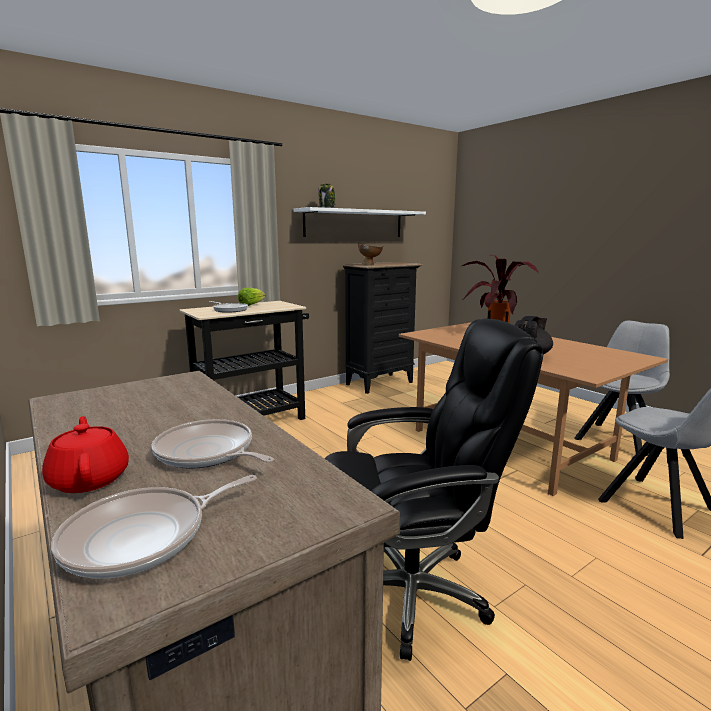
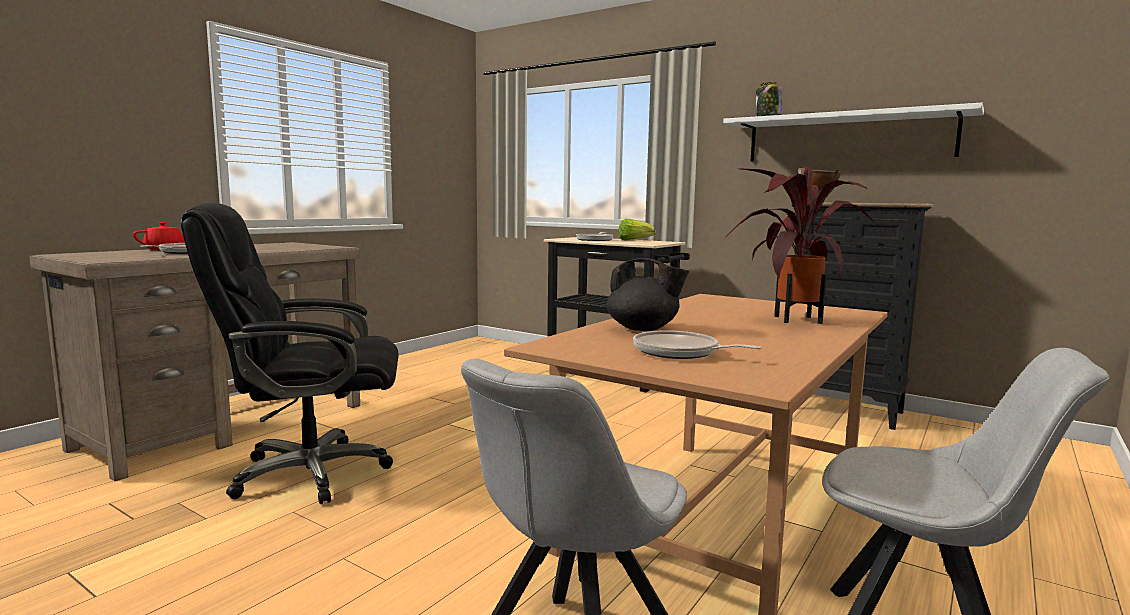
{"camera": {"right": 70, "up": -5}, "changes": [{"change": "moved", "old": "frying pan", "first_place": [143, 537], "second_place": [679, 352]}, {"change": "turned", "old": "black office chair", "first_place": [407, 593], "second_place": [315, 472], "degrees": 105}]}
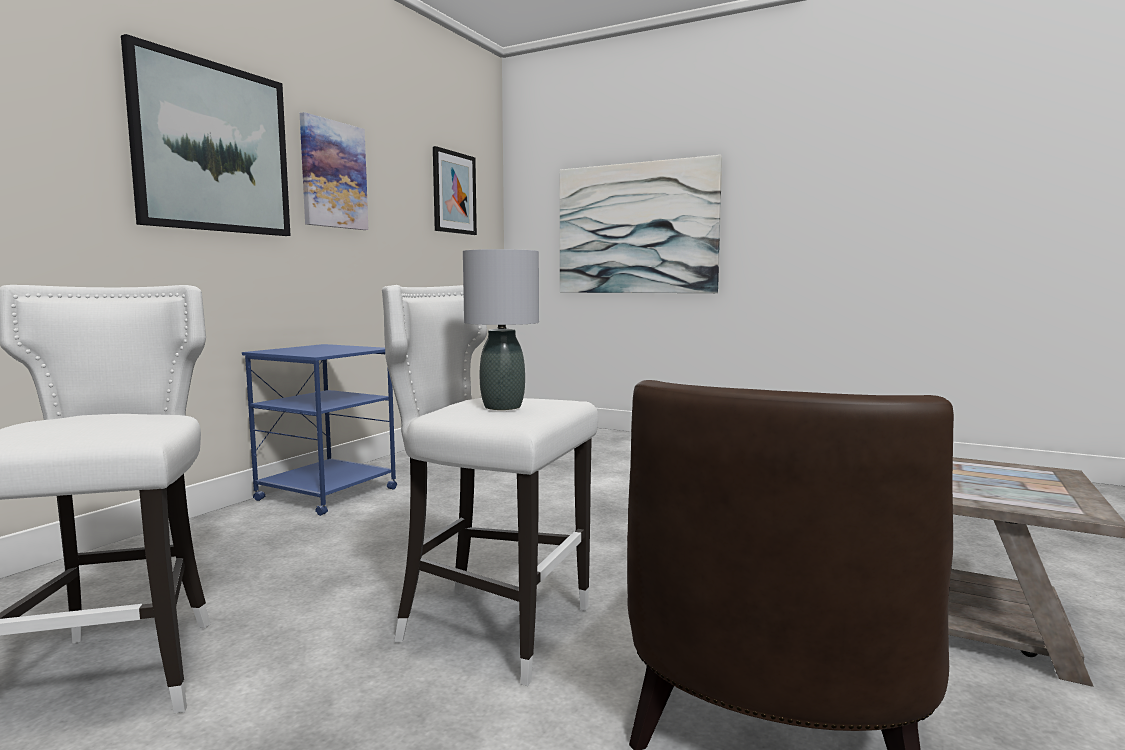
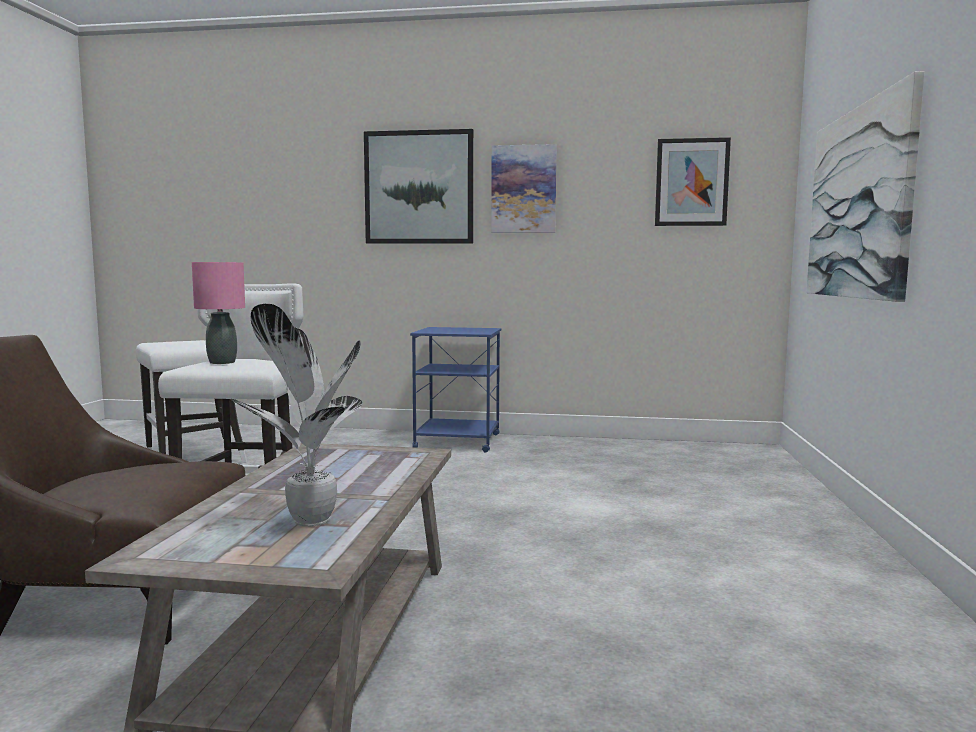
{"camera": {"right": 70, "up": 0}, "changes": [{"change": "added", "new": "potted plant", "second_place": [309, 522]}, {"change": "recoloured", "old": "grey table lamp", "new": "pink table lamp", "first_place": [502, 407], "second_place": [221, 362]}]}
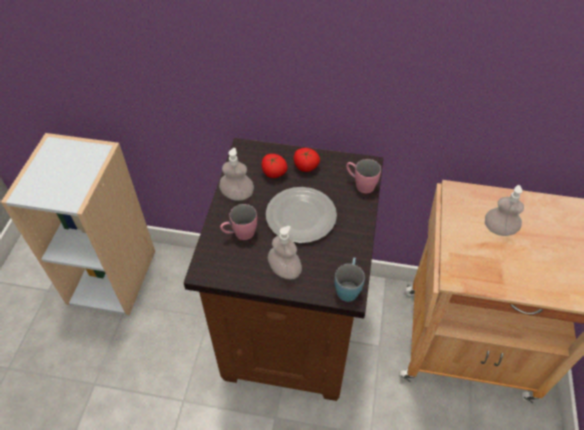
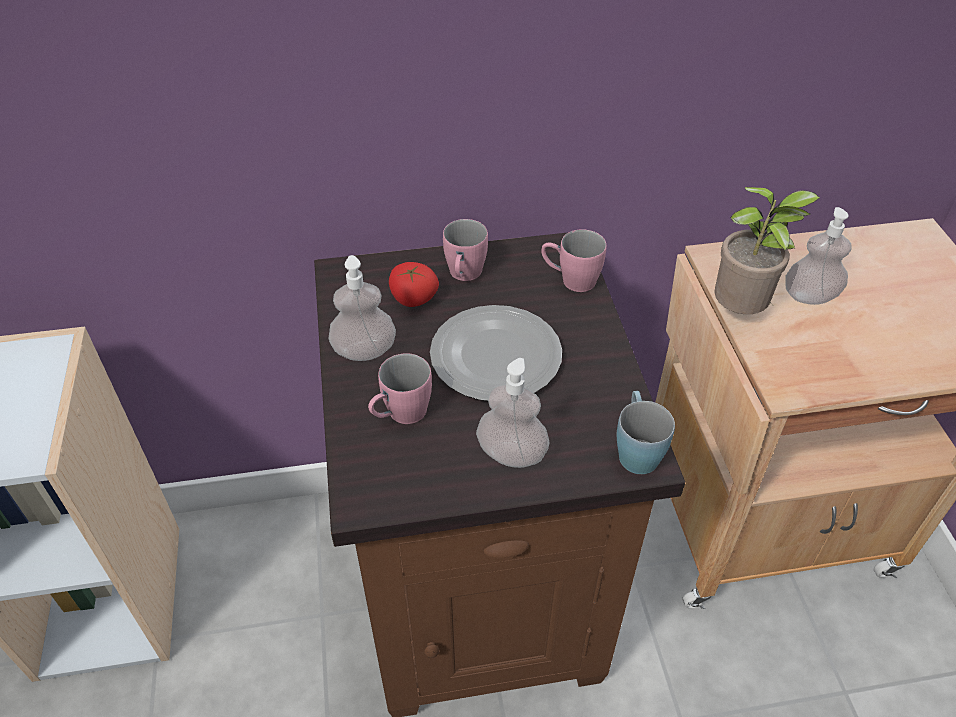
{"camera": {"right": -20, "up": -5}, "changes": [{"change": "added", "new": "potted plant", "second_place": [741, 313]}, {"change": "replaced", "old": "tomato", "new": "pink mug", "first_place": [305, 167], "second_place": [464, 276]}]}
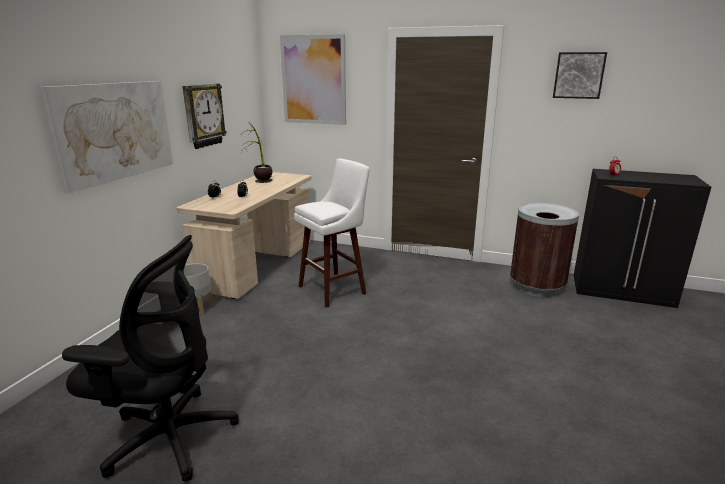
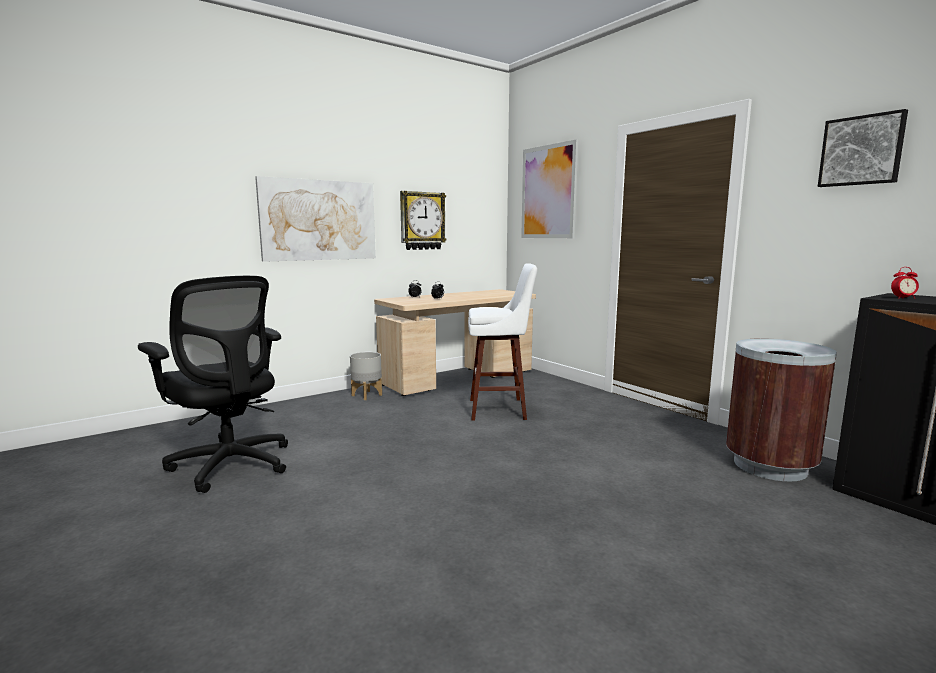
{"camera": {"right": 35, "up": -10}, "changes": [{"change": "removed", "old": "potted plant", "first_place": [260, 183]}]}
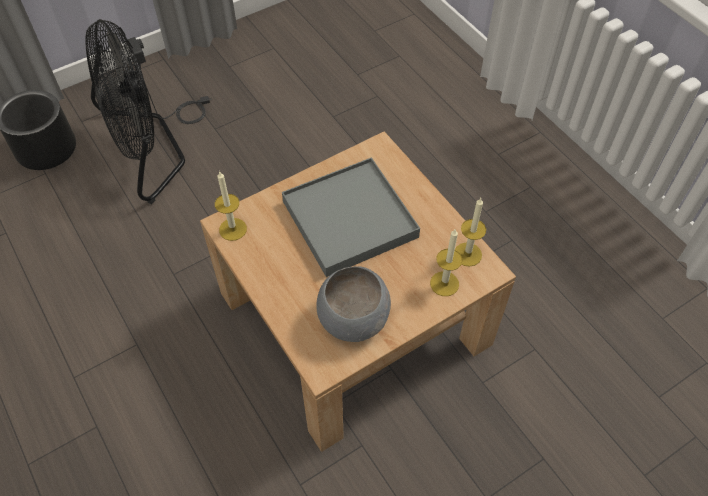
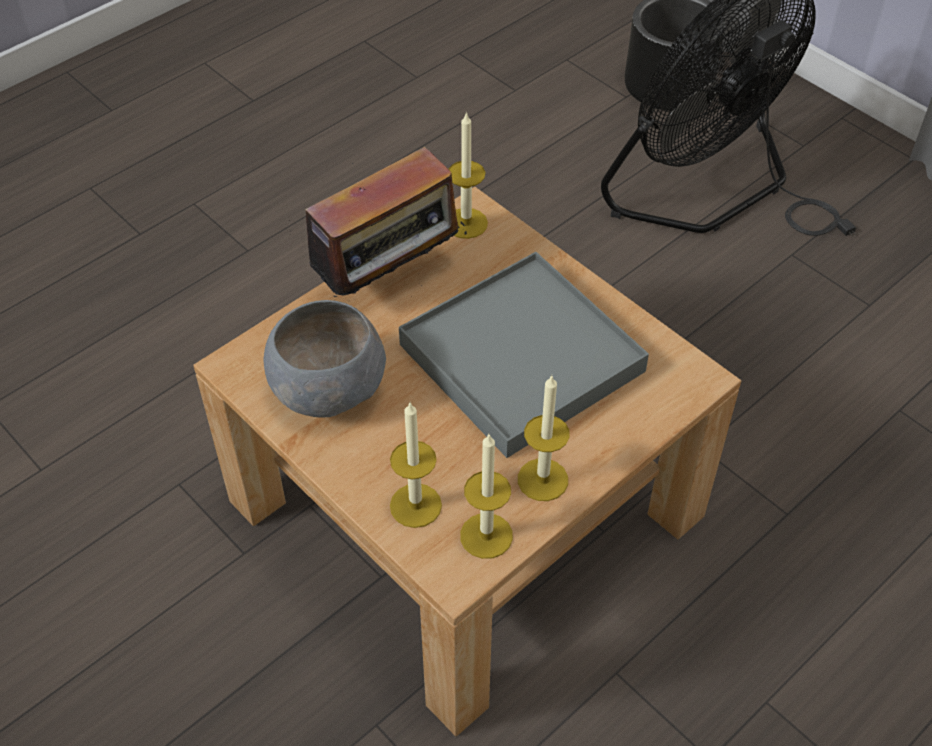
{"camera": {"right": 80, "up": -5}, "changes": [{"change": "added", "new": "radio", "second_place": [390, 280]}, {"change": "added", "new": "candle", "second_place": [542, 479]}]}
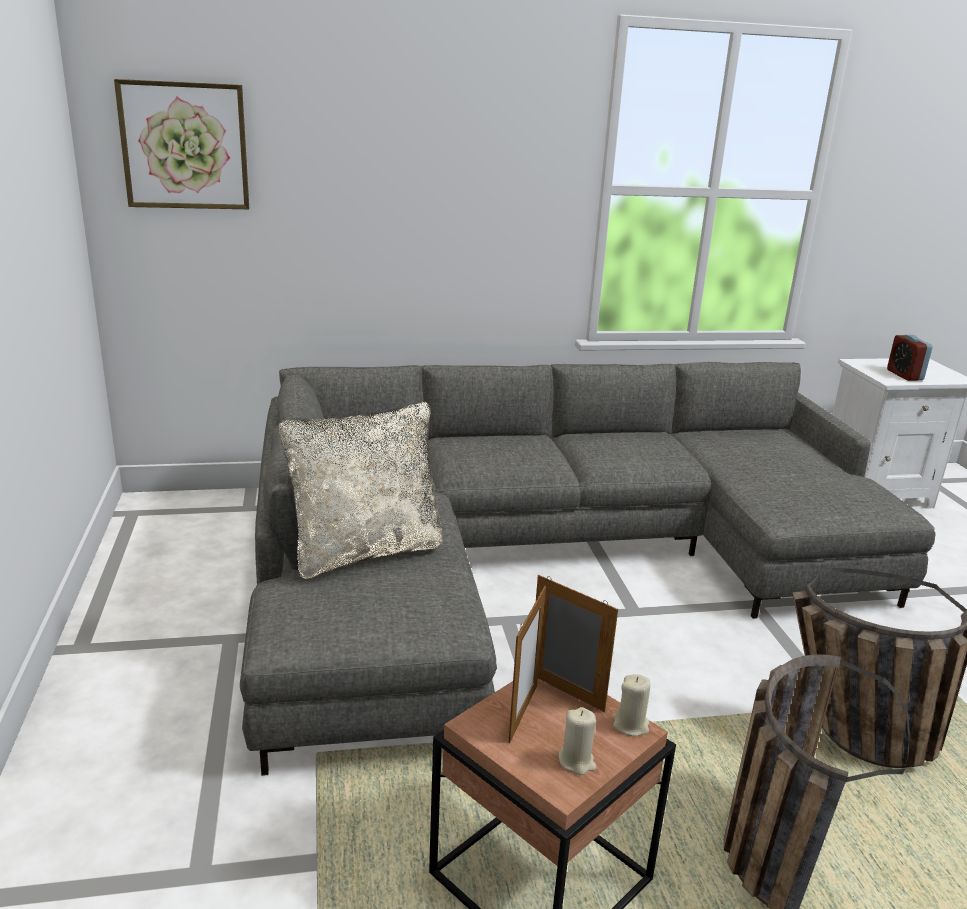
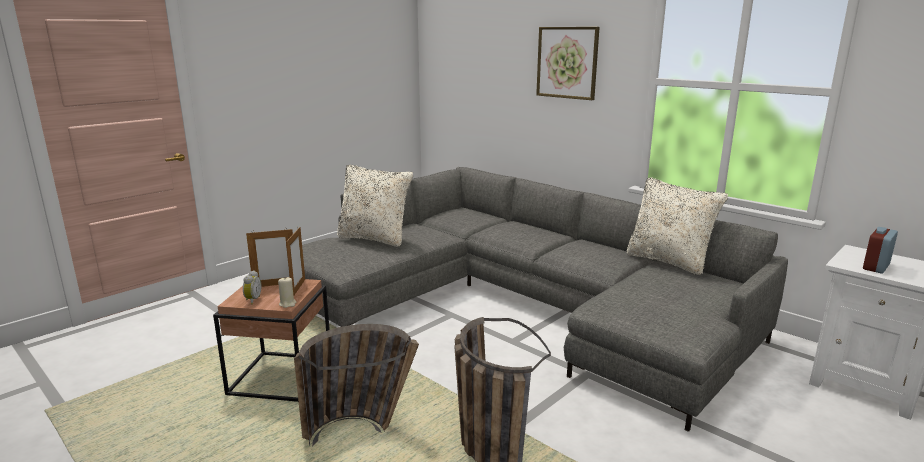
{"camera": {"right": 55, "up": -5}, "changes": [{"change": "added", "new": "beige pillow", "second_place": [668, 263]}, {"change": "moved", "old": "picture", "first_place": [185, 146], "second_place": [567, 62]}, {"change": "replaced", "old": "beige candle", "new": "alarm clock", "first_place": [577, 761], "second_place": [252, 300]}]}
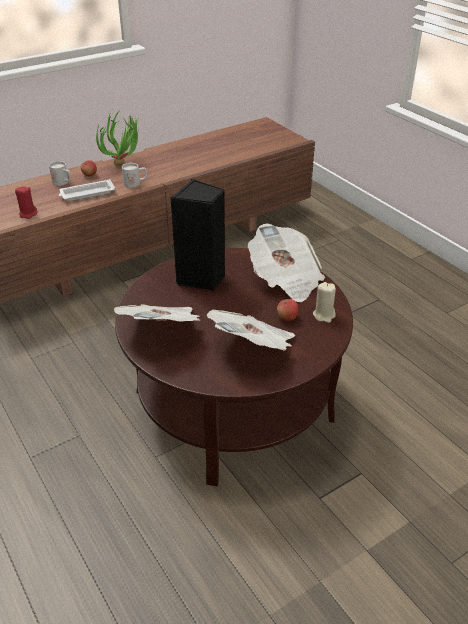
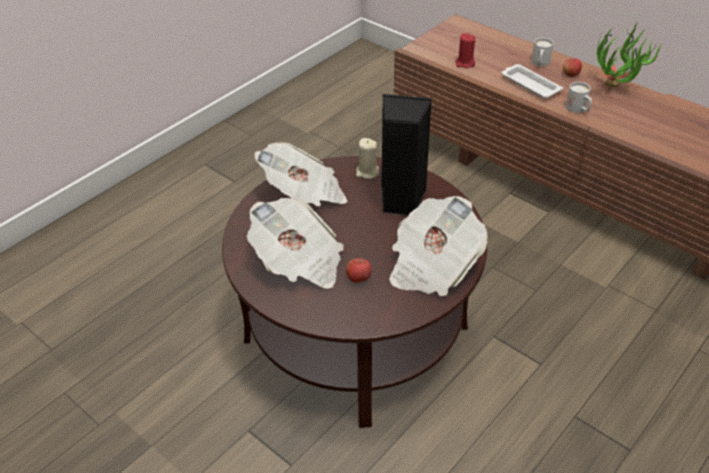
{"camera": {"right": 75, "up": 5}, "changes": [{"change": "moved", "old": "beige candle", "first_place": [324, 315], "second_place": [367, 172]}]}
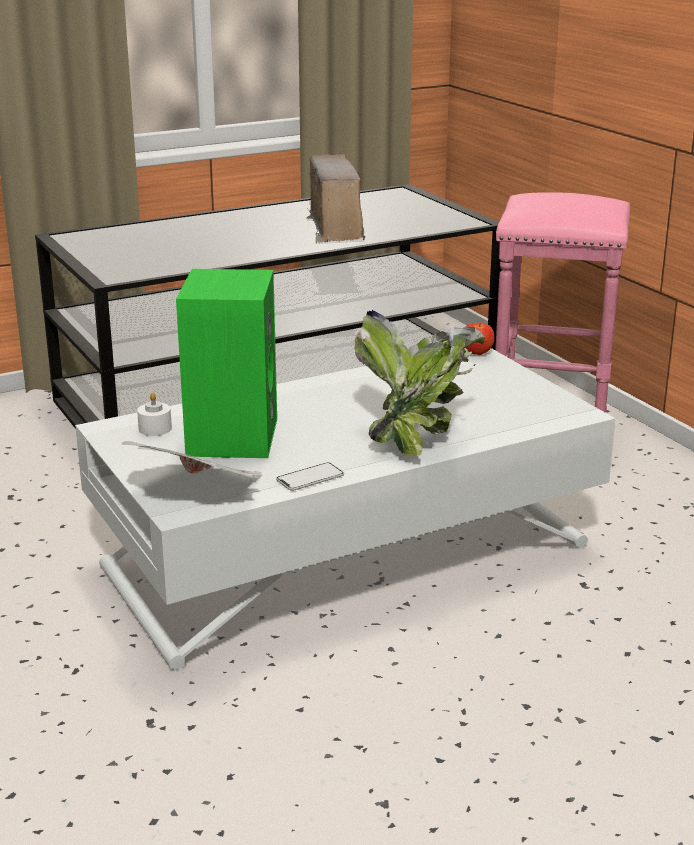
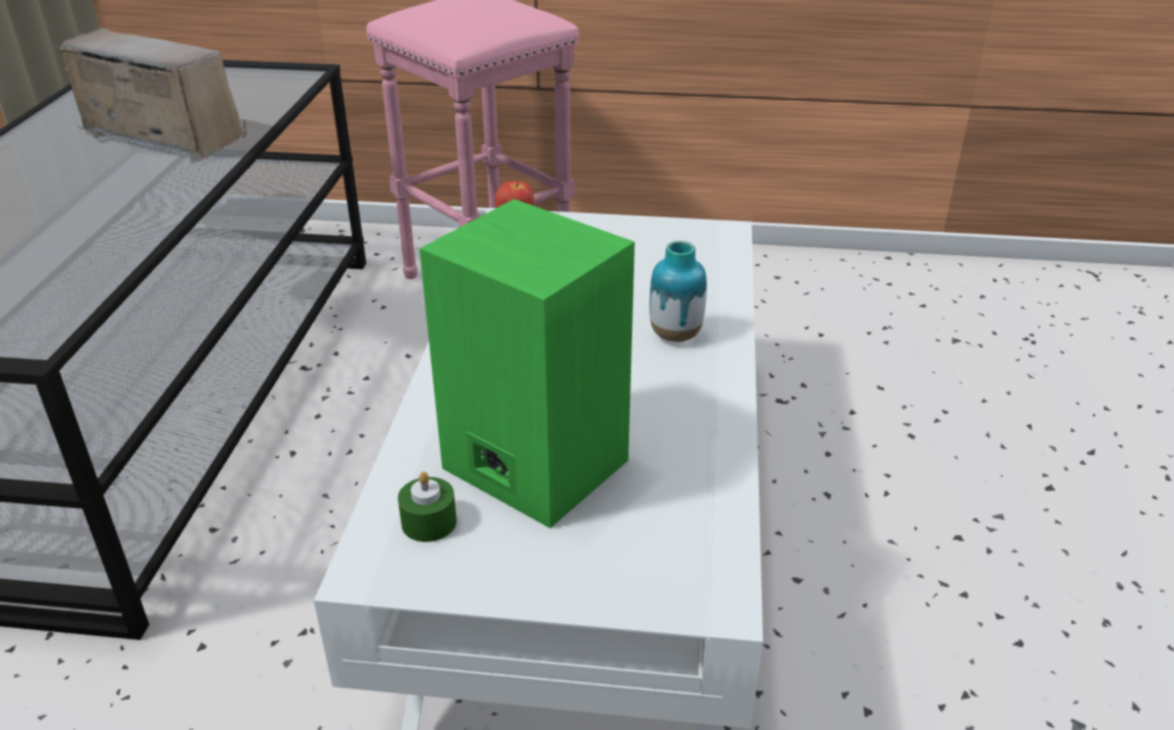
{"camera": {"right": -55, "up": 10}, "changes": [{"change": "removed", "old": "newspaper", "first_place": [200, 494]}, {"change": "removed", "old": "phone", "first_place": [310, 478]}, {"change": "replaced", "old": "potted plant", "new": "vase", "first_place": [416, 435], "second_place": [675, 335]}, {"change": "recoloured", "old": "white candle", "new": "green candle", "first_place": [155, 428], "second_place": [429, 522]}]}
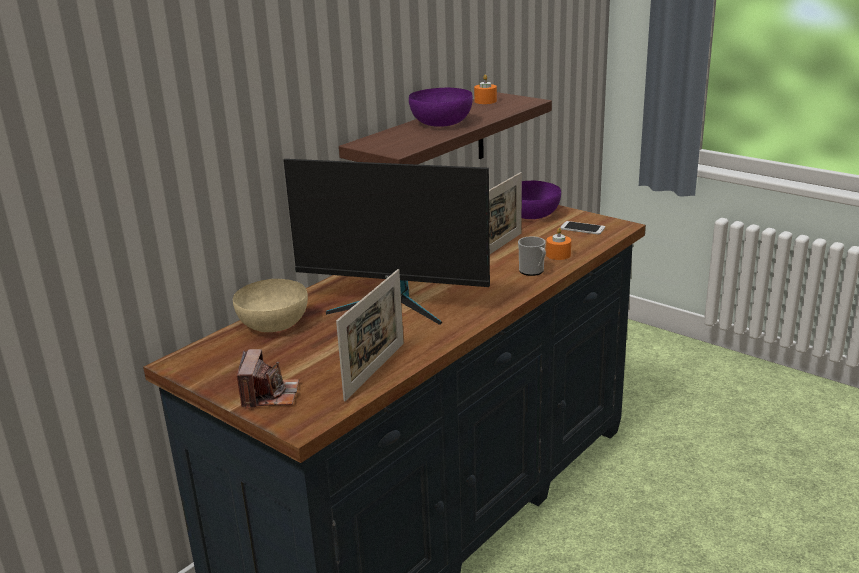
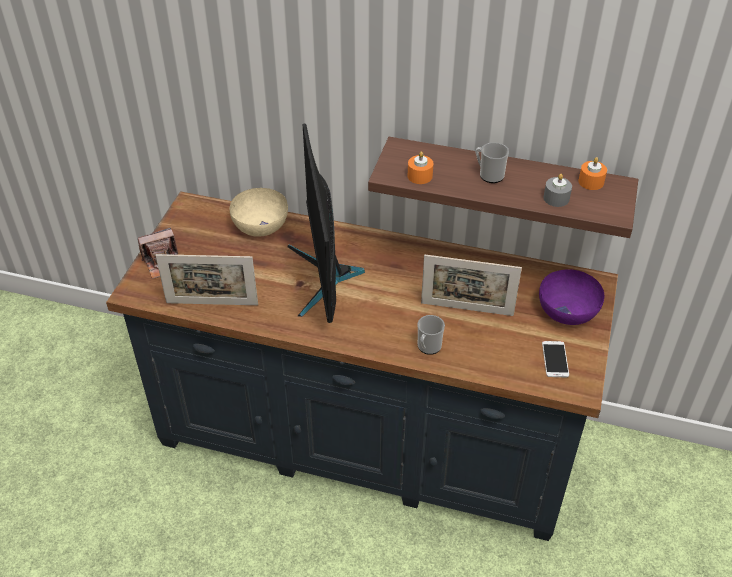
{"camera": {"right": 65, "up": 20}, "changes": [{"change": "added", "new": "grey candle", "second_place": [556, 198]}, {"change": "moved", "old": "orange candle", "first_place": [558, 254], "second_place": [420, 176]}, {"change": "replaced", "old": "purple bowl", "new": "mug", "first_place": [441, 123], "second_place": [489, 175]}]}
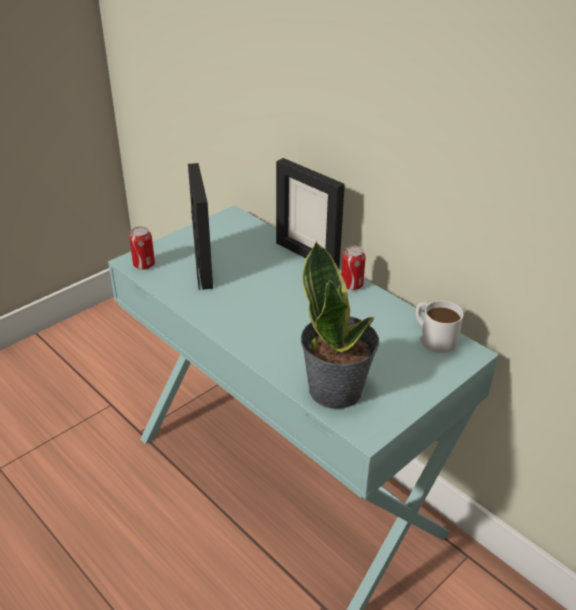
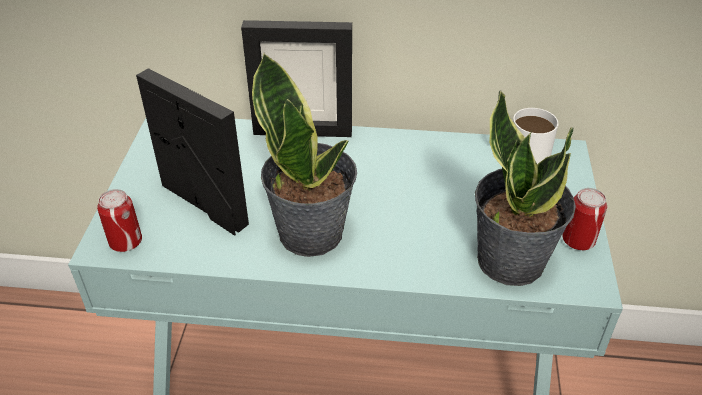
{"camera": {"right": -40, "up": 5}, "changes": [{"change": "added", "new": "potted plant", "second_place": [312, 232]}, {"change": "moved", "old": "can", "first_place": [351, 285], "second_place": [578, 241]}]}
